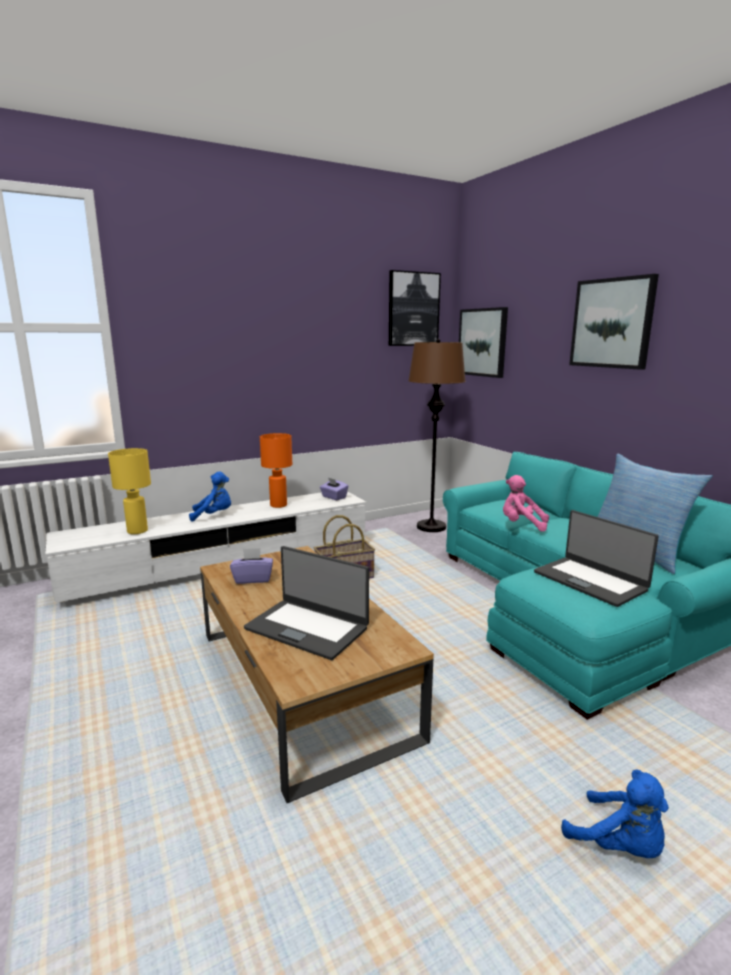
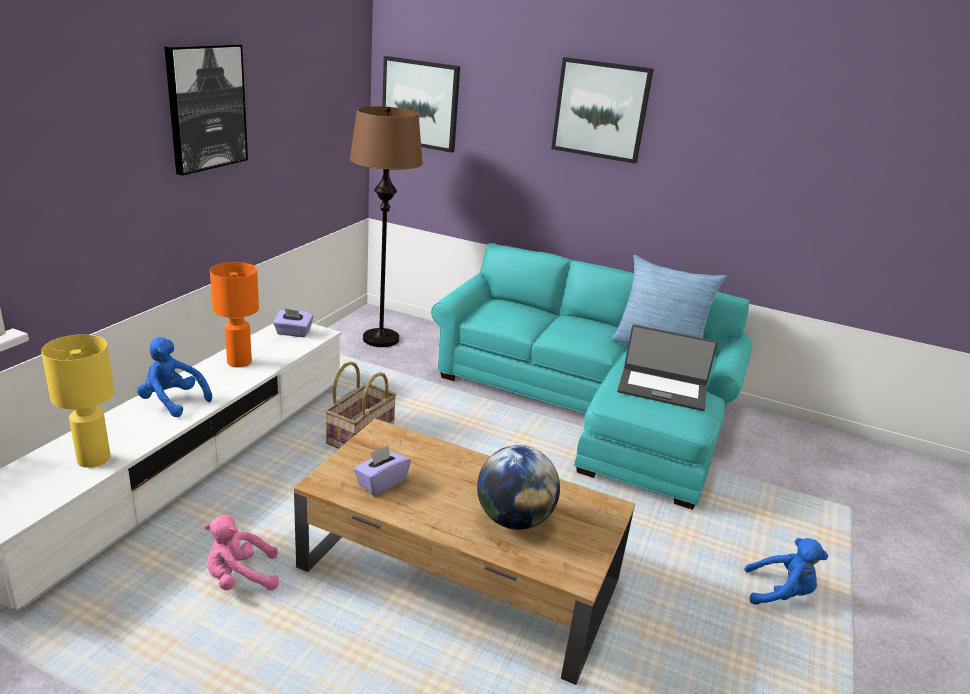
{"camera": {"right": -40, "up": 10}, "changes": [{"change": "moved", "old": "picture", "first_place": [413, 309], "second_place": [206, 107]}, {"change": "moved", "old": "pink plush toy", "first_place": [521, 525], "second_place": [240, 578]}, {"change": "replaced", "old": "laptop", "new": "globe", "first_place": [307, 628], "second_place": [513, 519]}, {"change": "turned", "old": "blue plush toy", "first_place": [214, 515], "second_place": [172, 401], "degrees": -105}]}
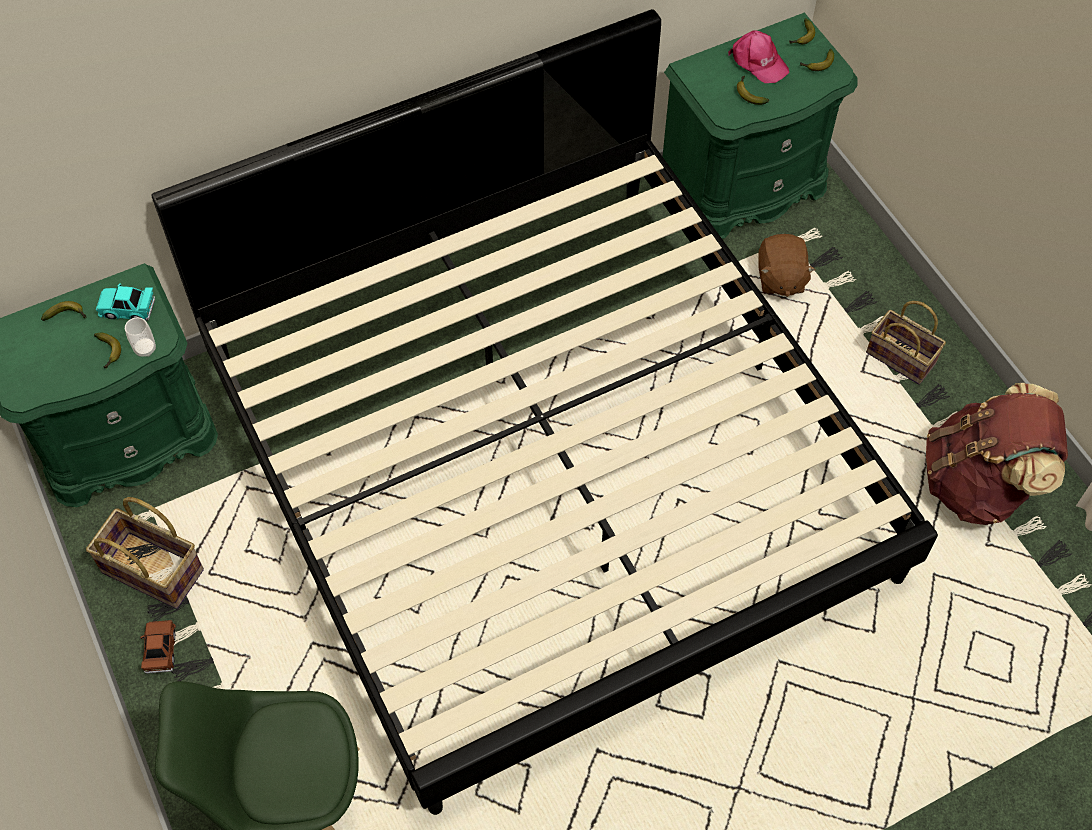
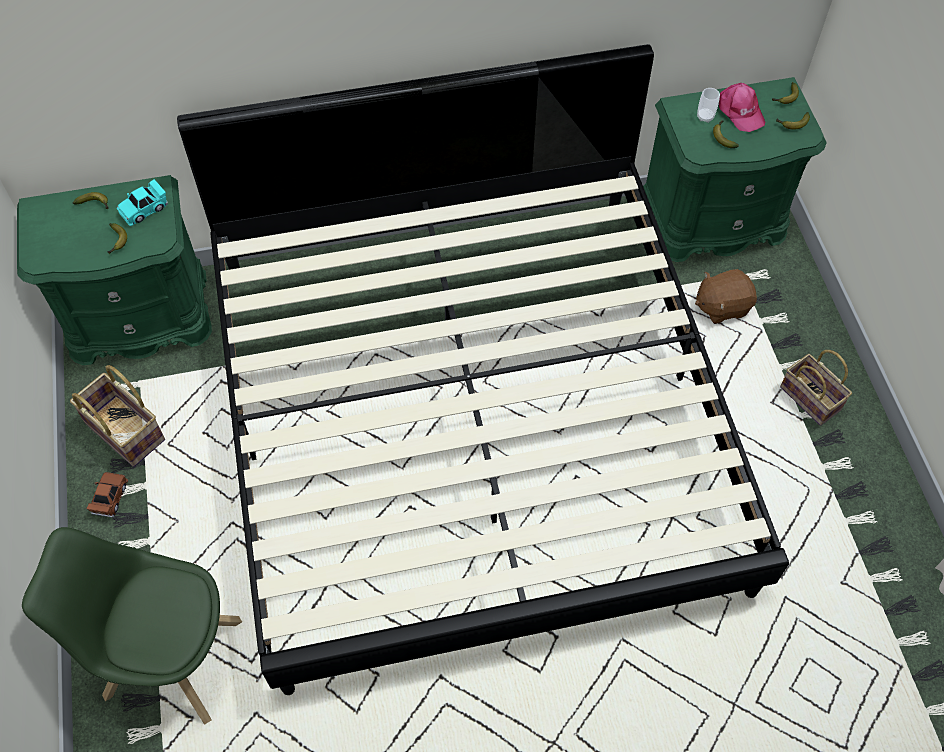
{"camera": {"right": 15, "up": 0}, "changes": [{"change": "removed", "old": "brown backpack", "first_place": [978, 483]}, {"change": "moved", "old": "cup", "first_place": [145, 349], "second_place": [705, 117]}, {"change": "turned", "old": "turquoise toy car", "first_place": [128, 309], "second_place": [144, 209], "degrees": -60}, {"change": "turned", "old": "brown plush toy", "first_place": [780, 278], "second_place": [722, 306], "degrees": 60}]}
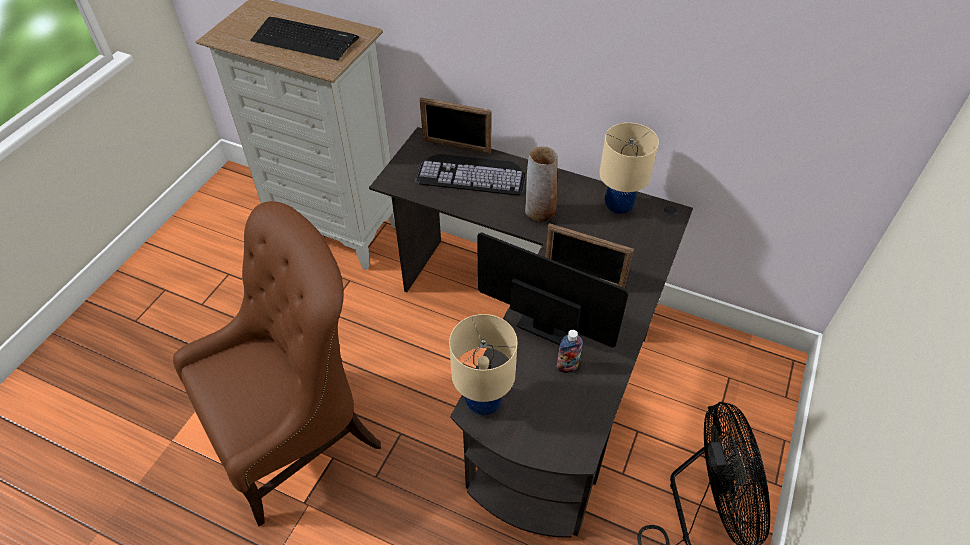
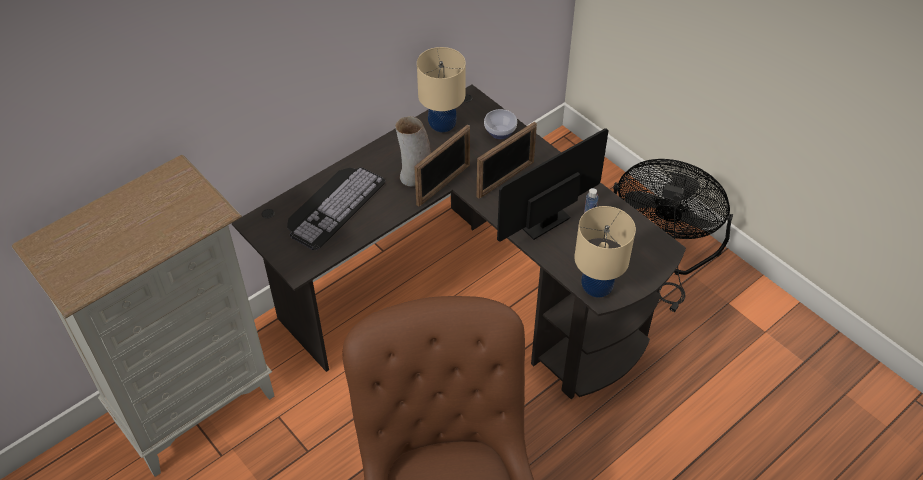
{"camera": {"right": -65, "up": 0}, "changes": [{"change": "removed", "old": "keyboard", "first_place": [304, 39]}, {"change": "added", "new": "bowl", "second_place": [501, 133]}, {"change": "moved", "old": "picture frame", "first_place": [456, 146], "second_place": [443, 184]}]}
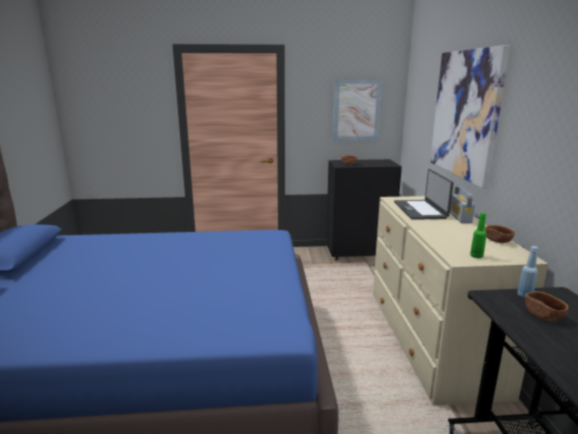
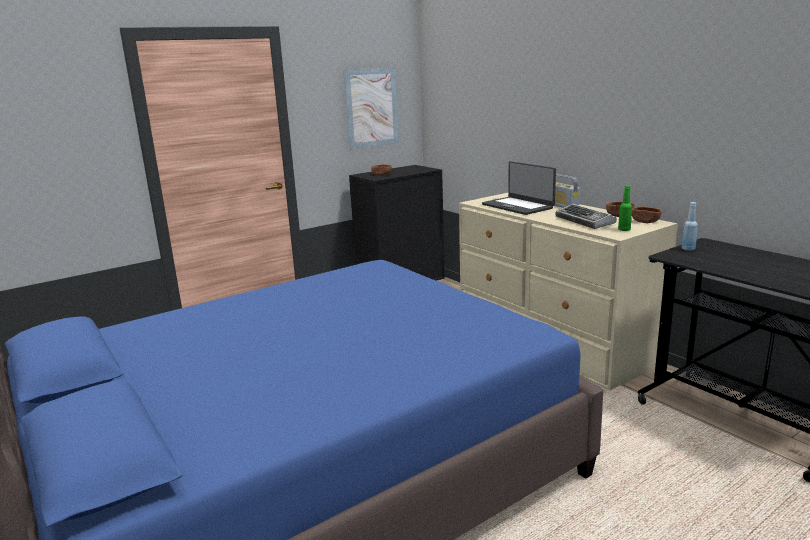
{"camera": {"right": -30, "up": 0}, "changes": [{"change": "removed", "old": "picture", "first_place": [465, 114]}, {"change": "added", "new": "keyboard", "second_place": [585, 221]}, {"change": "moved", "old": "brown bowl", "first_place": [543, 315], "second_place": [645, 221]}]}
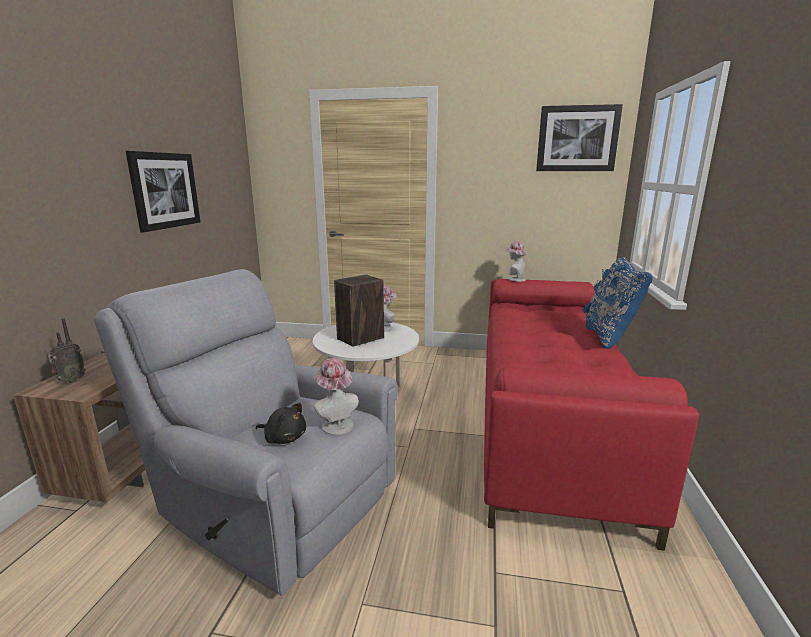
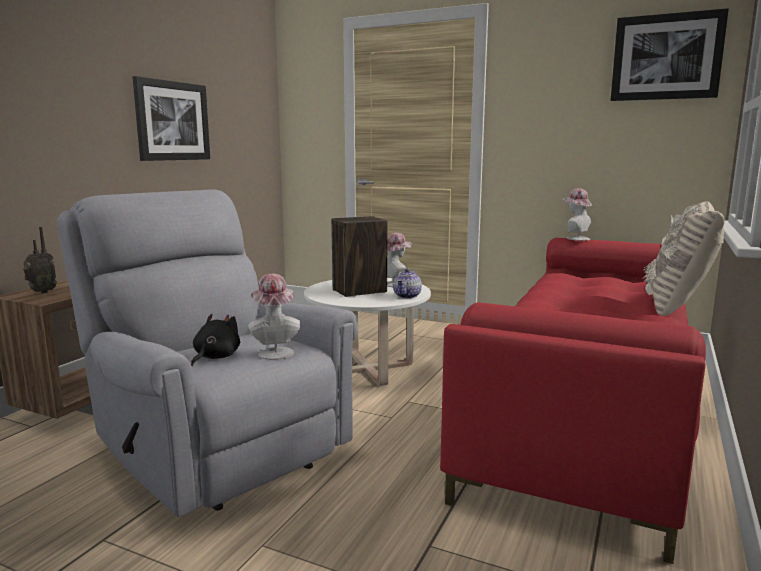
{"camera": {"right": 15, "up": -5}, "changes": [{"change": "added", "new": "teapot", "second_place": [407, 296]}, {"change": "recoloured", "old": "blue pillow", "new": "beige pillow", "first_place": [607, 336], "second_place": [675, 304]}, {"change": "turned", "old": "black plush toy", "first_place": [284, 438], "second_place": [215, 357], "degrees": -105}]}
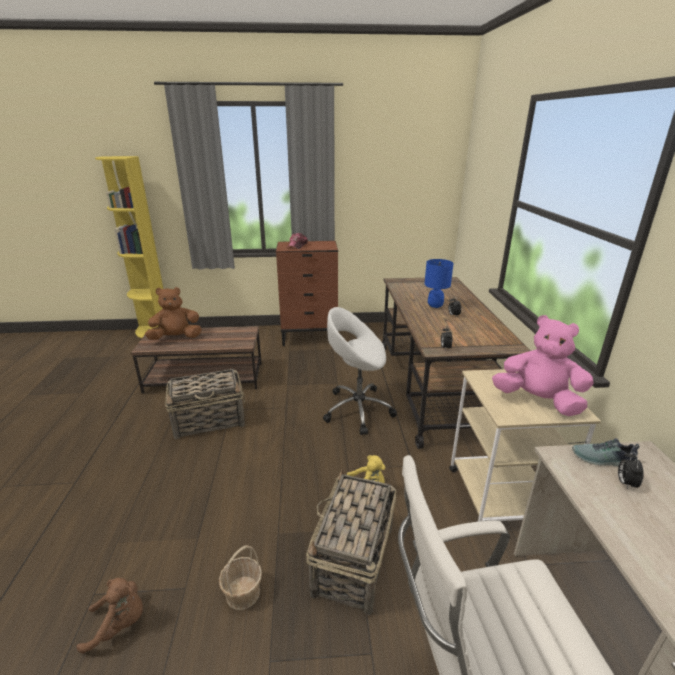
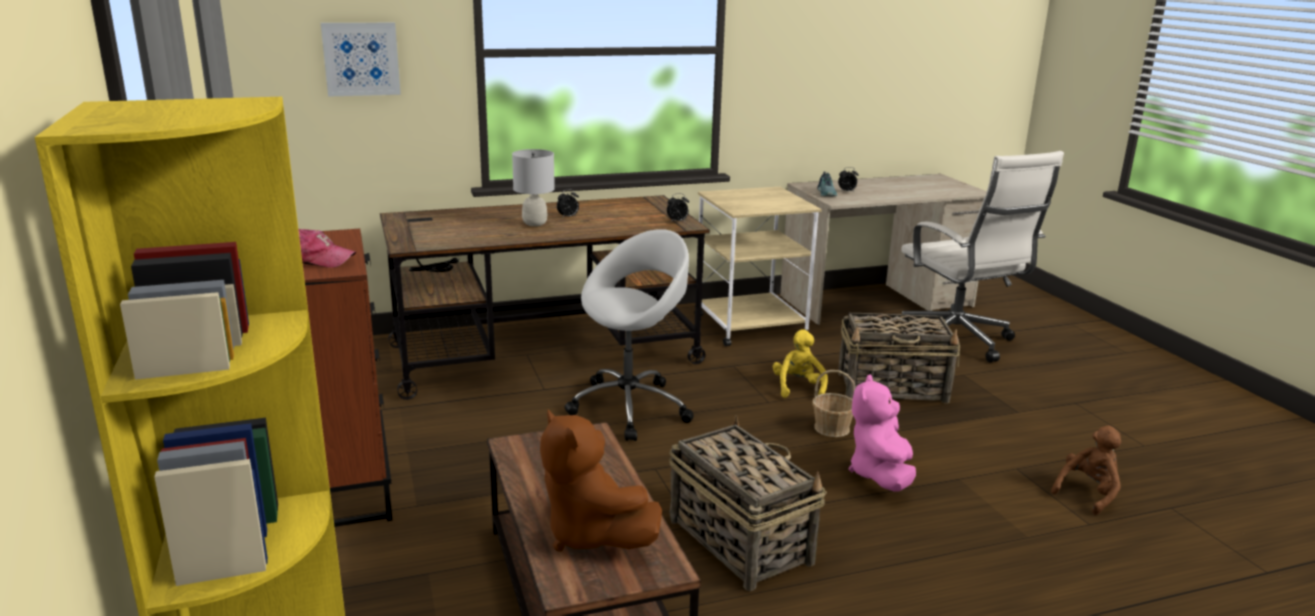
{"camera": {"right": -105, "up": -5}, "changes": [{"change": "added", "new": "picture", "second_place": [361, 59]}, {"change": "moved", "old": "basket", "first_place": [242, 593], "second_place": [832, 428]}, {"change": "moved", "old": "pink plush toy", "first_place": [538, 401], "second_place": [881, 475]}, {"change": "recoloured", "old": "blue table lamp", "new": "grey table lamp", "first_place": [435, 306], "second_place": [533, 224]}, {"change": "turned", "old": "brown plush toy", "first_place": [119, 624], "second_place": [1088, 493], "degrees": 75}, {"change": "turned", "old": "white office chair", "first_place": [356, 409], "second_place": [632, 407], "degrees": -105}]}
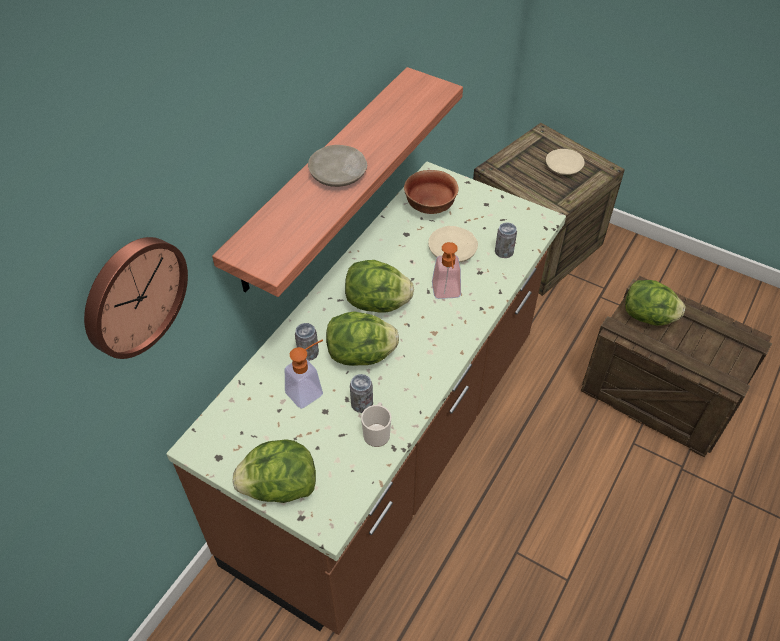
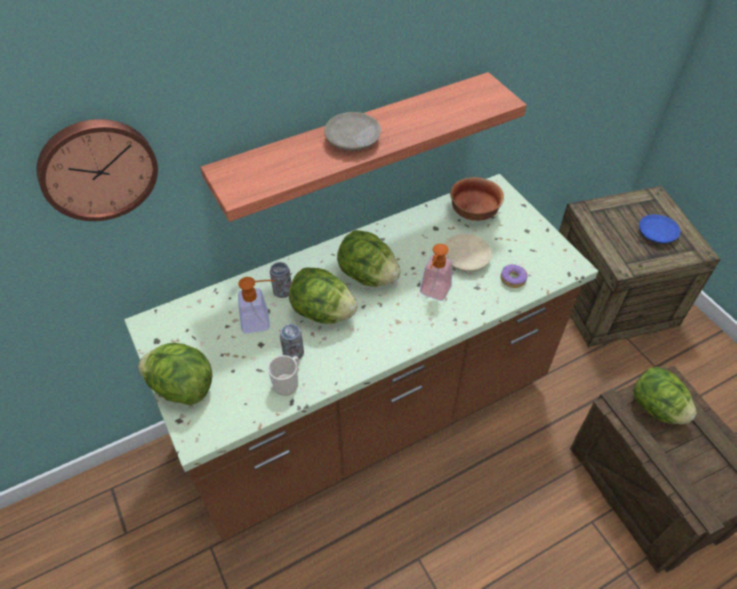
{"camera": {"right": 30, "up": 0}, "changes": [{"change": "replaced", "old": "can", "new": "donut", "first_place": [504, 252], "second_place": [512, 279]}, {"change": "recoloured", "old": "beige plate", "new": "blue plate", "first_place": [563, 167], "second_place": [656, 233]}]}
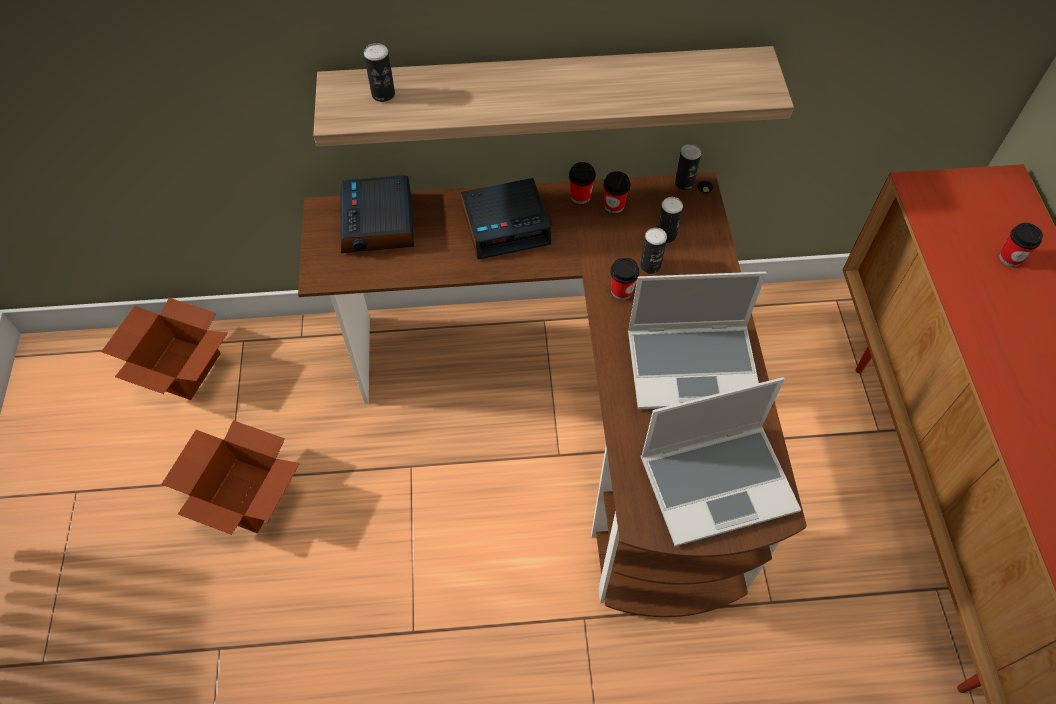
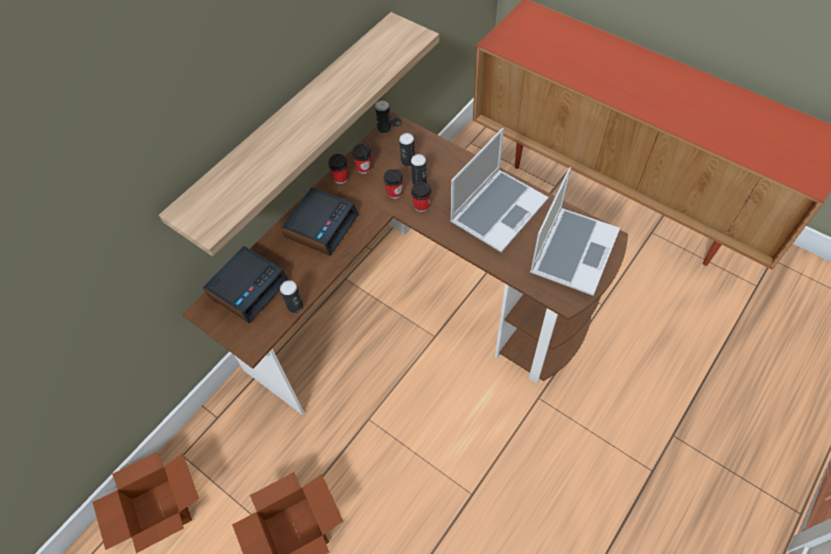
{"camera": {"right": -45, "up": 0}, "changes": [{"change": "moved", "old": "can", "first_place": [383, 94], "second_place": [295, 306]}, {"change": "moved", "old": "cup", "first_place": [1010, 258], "second_place": [394, 193]}, {"change": "turned", "old": "alarm clock", "first_place": [378, 223], "second_place": [248, 287], "degrees": -90}]}
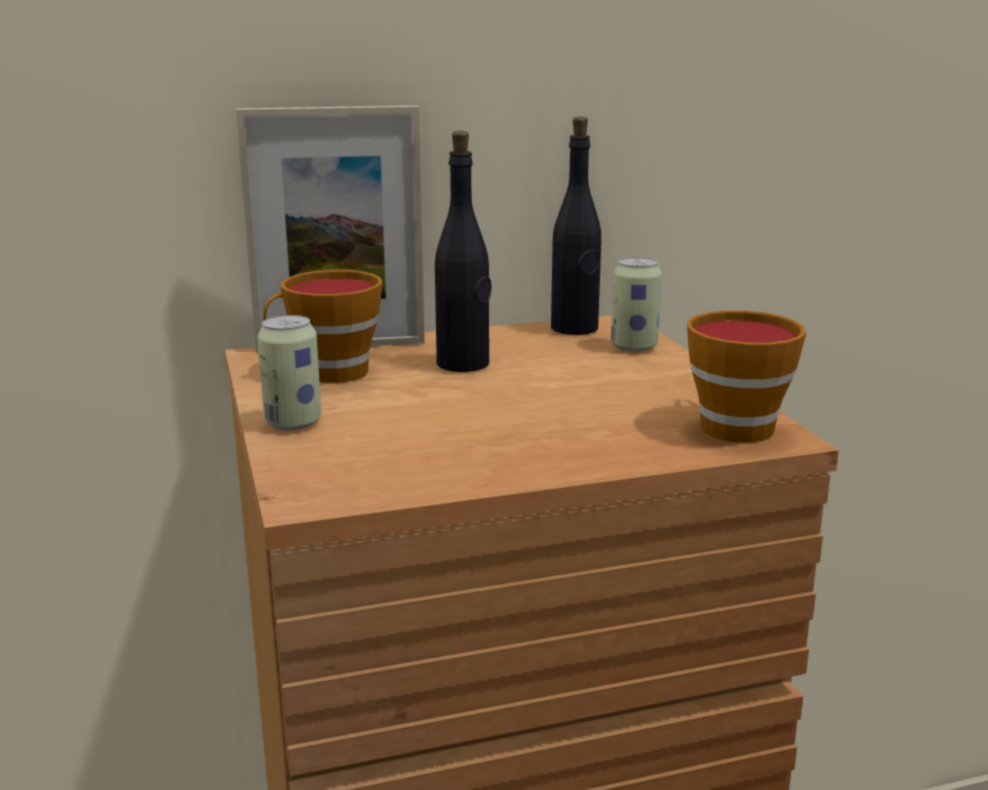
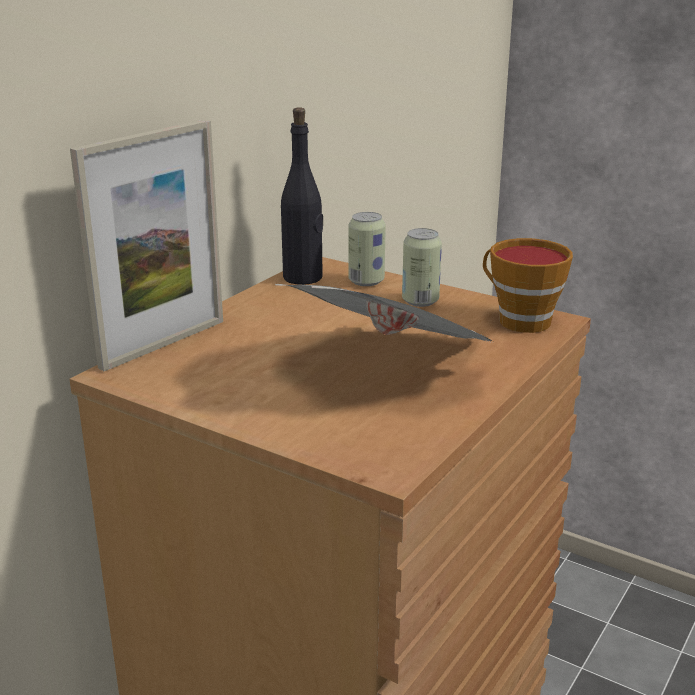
{"camera": {"right": -40, "up": 5}, "changes": [{"change": "removed", "old": "cup", "first_place": [327, 373]}, {"change": "removed", "old": "black bottle", "first_place": [463, 364]}, {"change": "added", "new": "newspaper", "second_place": [393, 369]}, {"change": "moved", "old": "can", "first_place": [293, 423], "second_place": [420, 301]}]}
